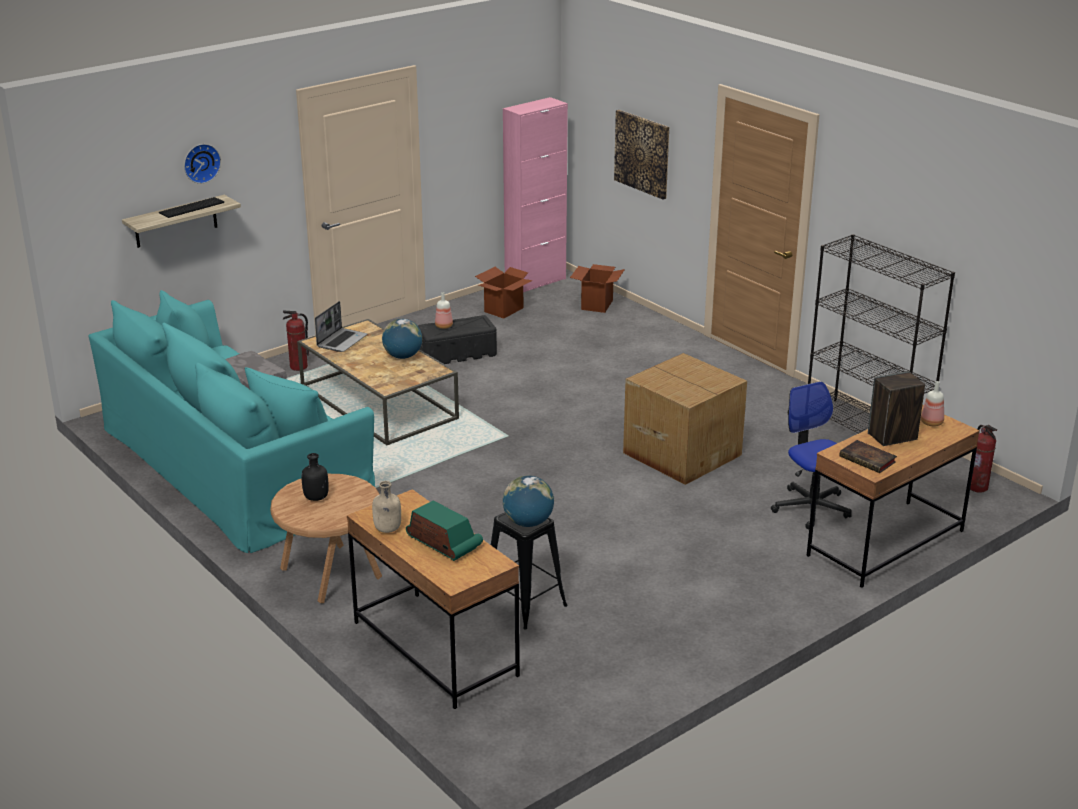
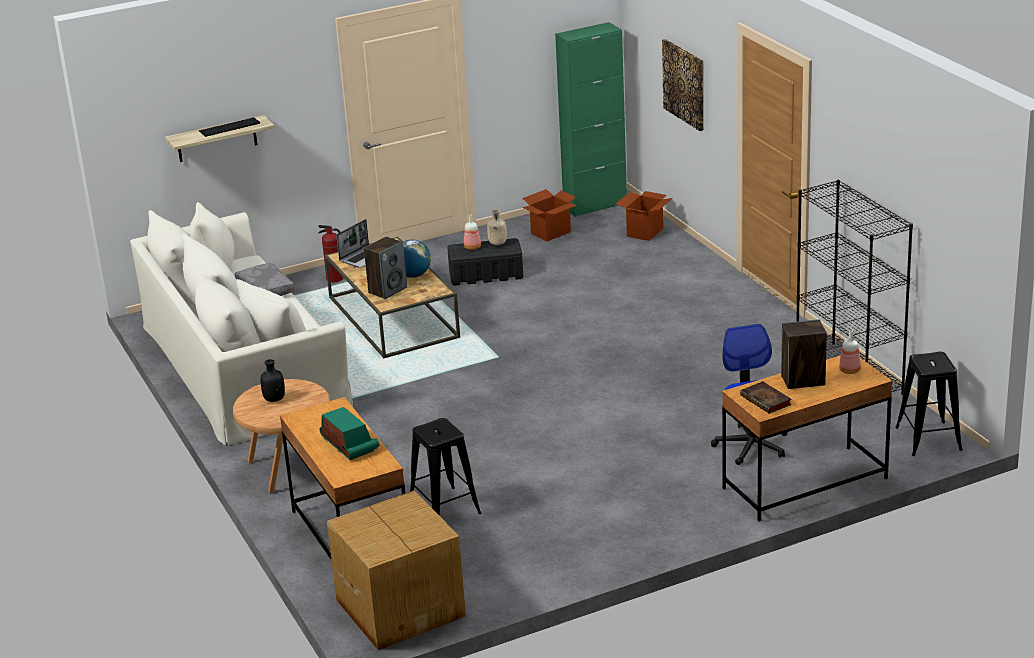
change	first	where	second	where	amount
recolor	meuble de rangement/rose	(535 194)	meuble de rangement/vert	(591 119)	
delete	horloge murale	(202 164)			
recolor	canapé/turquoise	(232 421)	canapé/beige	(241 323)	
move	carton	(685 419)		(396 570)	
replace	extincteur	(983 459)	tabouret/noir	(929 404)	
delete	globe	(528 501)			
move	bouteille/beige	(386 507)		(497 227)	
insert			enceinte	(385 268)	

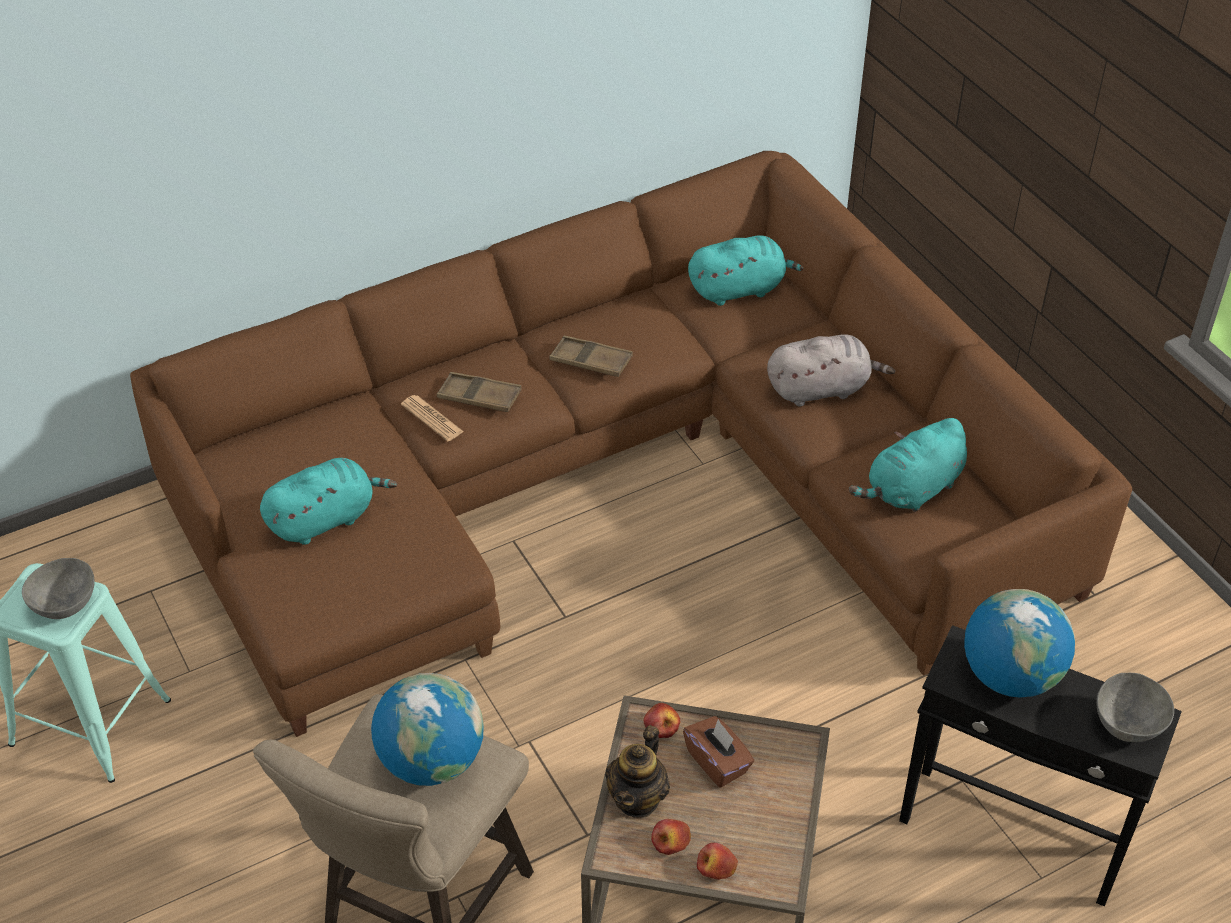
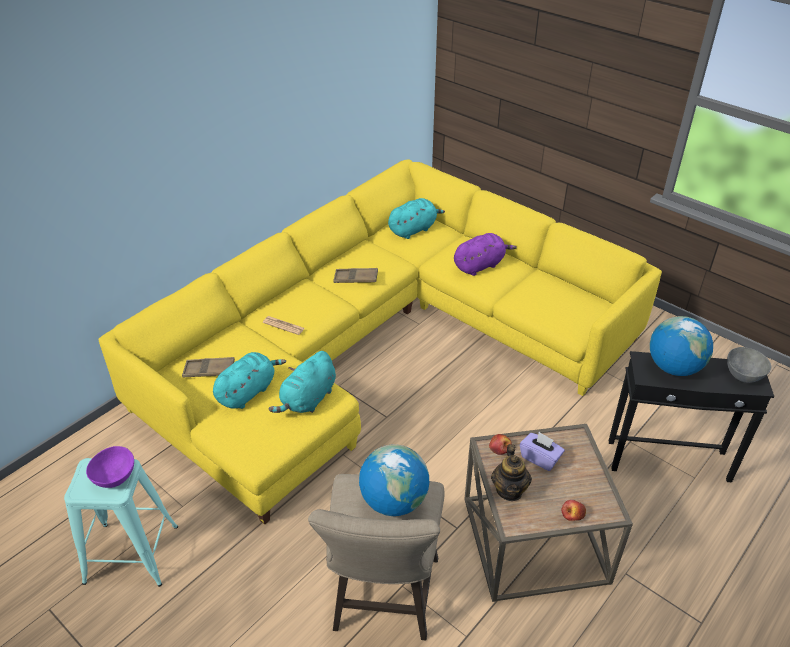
change	first	where	second	where	amount
recolor	canapé/marron	(631 444)	canapé/jaune	(380 342)	
recolor	peluche/gris	(831 370)	peluche/violet	(485 254)	
move	plateau/marron	(479 392)		(208 367)	
move	peluche/turquoise	(908 465)		(302 382)	
recolor	bol/gris	(58 588)	bol/violet	(110 467)	
recolor	boîte à mouchoirs/marron	(718 752)	boîte à mouchoirs/violet	(542 451)	
delete	pomme	(671 837)			

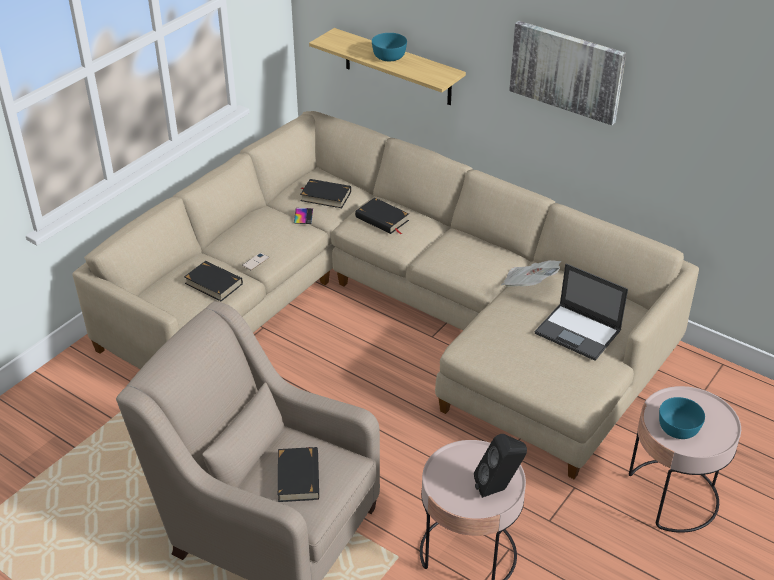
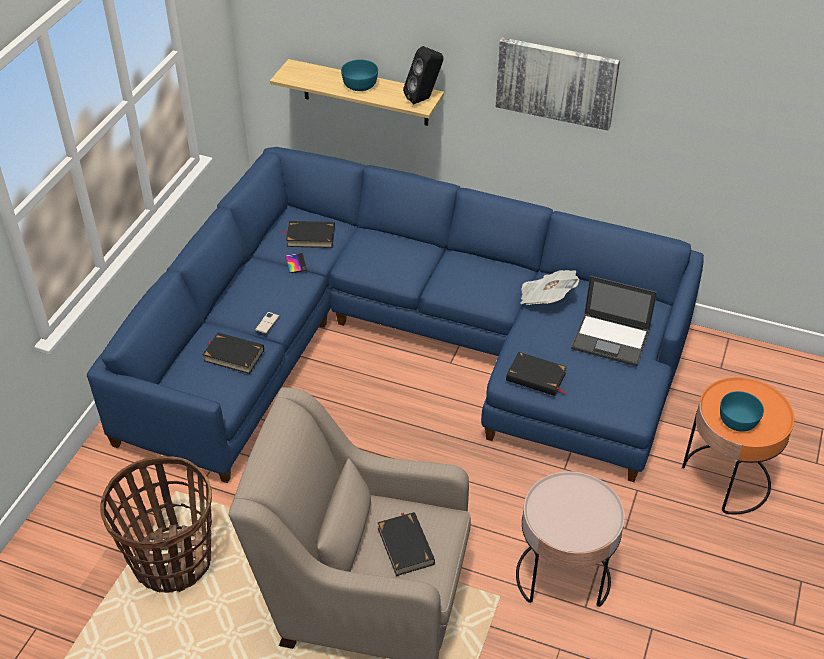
change	first	where	second	where	amount
recolor	canapé/beige	(385 295)	canapé/bleu	(395 315)	
move	livre/noir	(382 216)		(536 374)	
recolor	table d'appoint/rose	(685 459)	table d'appoint/orange	(738 445)	
move	enceinte/noir	(500 466)		(423 75)	
insert			panier	(156 524)	

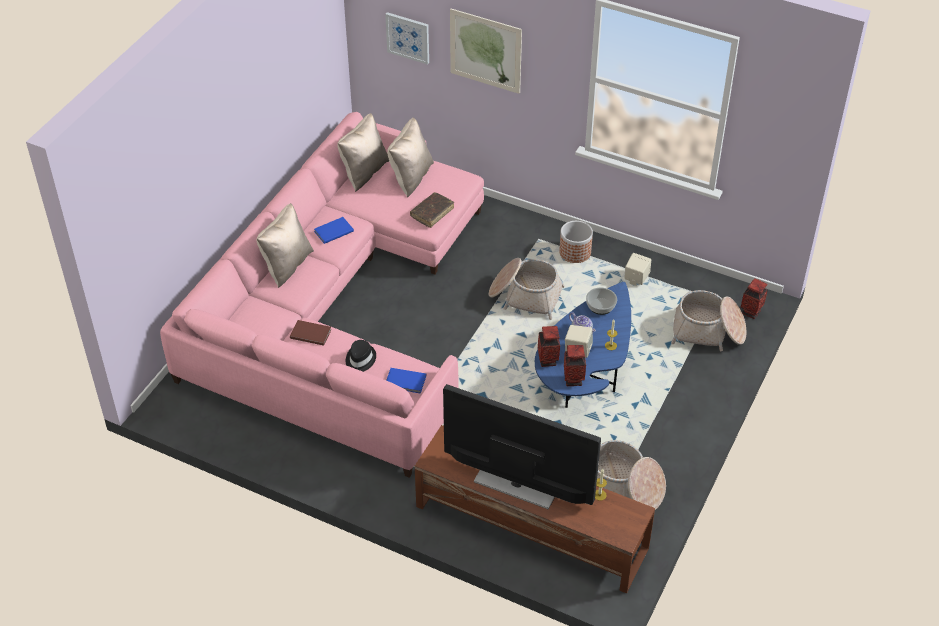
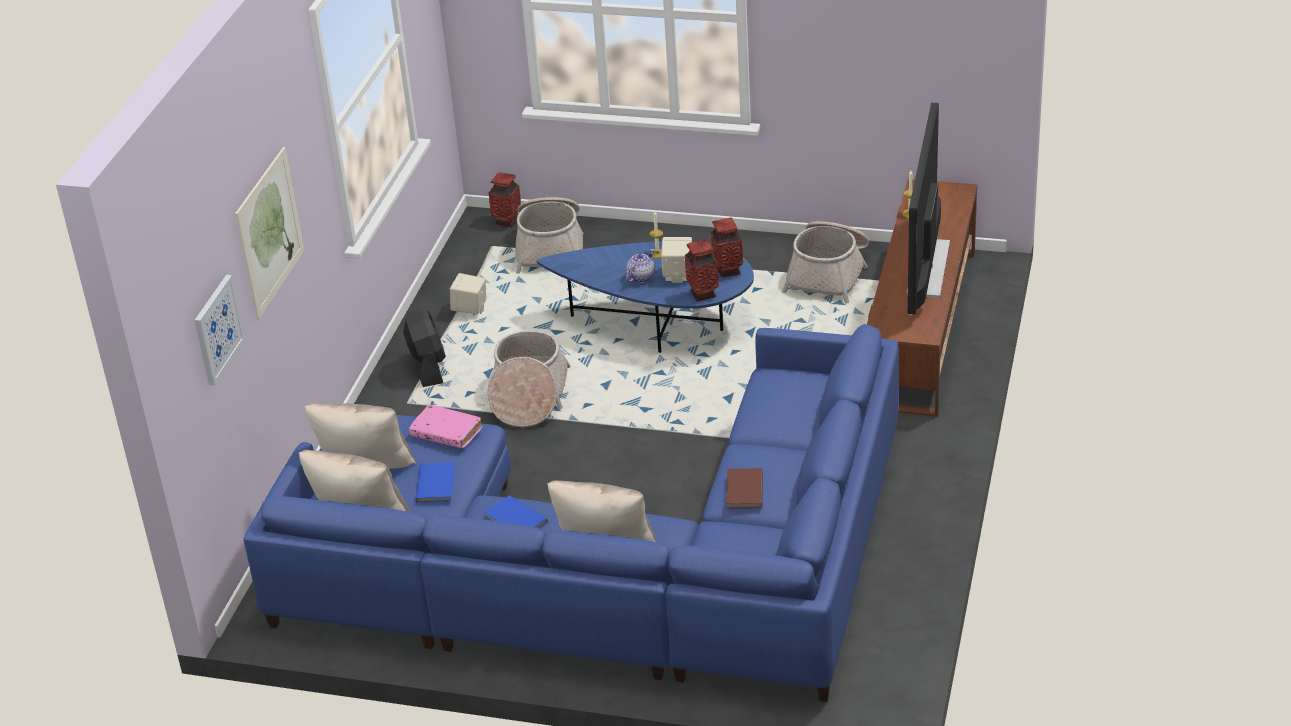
change	first	where	second	where	amount
recolor	canapé/rose	(322 295)	canapé/bleu	(571 513)	
recolor	livre/marron	(432 210)	livre/rose	(446 426)	
replace	cache-pot	(576 242)	ventilateur/noir	(424 348)	
delete	bol	(601 301)			
delete	chapeau/noir	(361 356)			
move	livre/bleu	(406 381)		(435 482)	

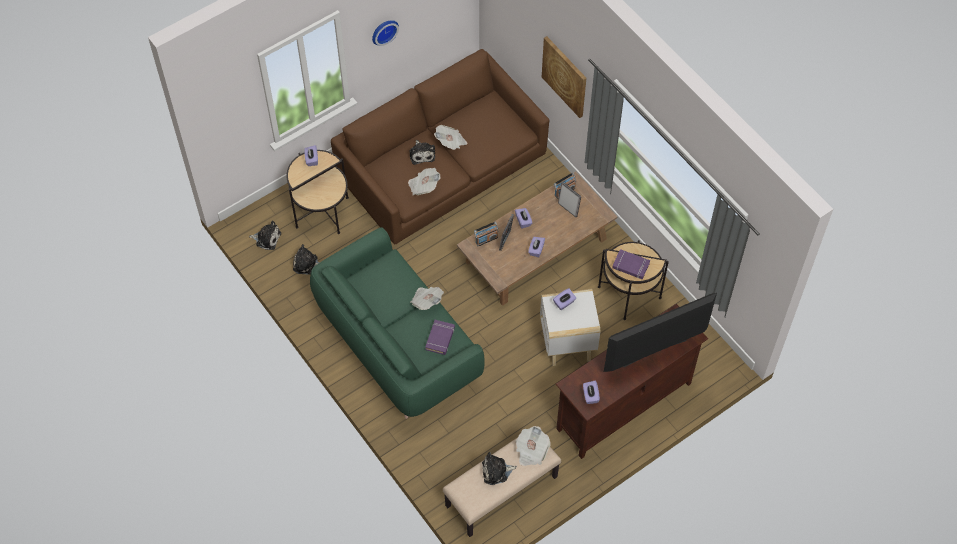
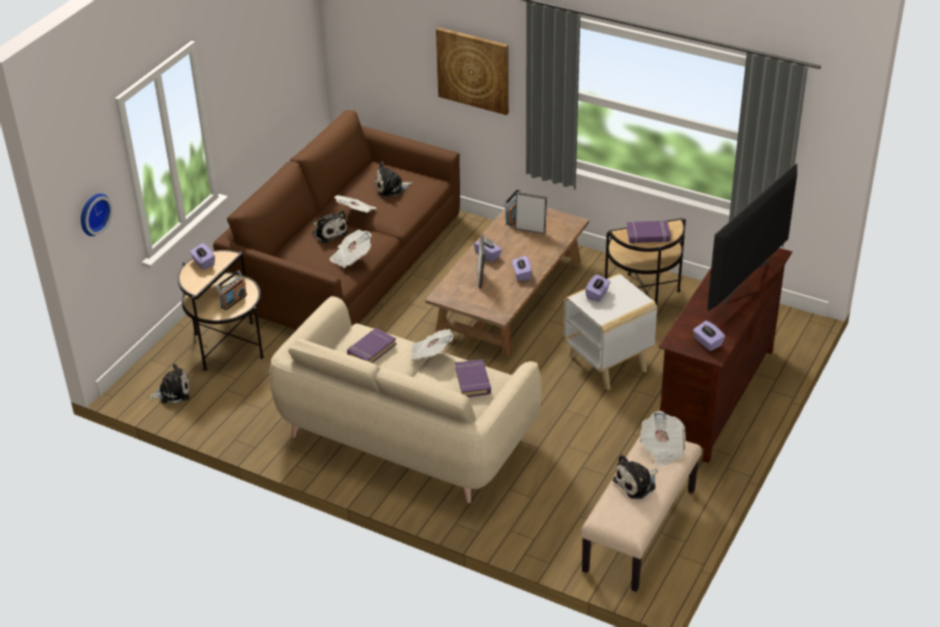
change	first	where	second	where	amount
move	horloge murale	(385 33)		(97 214)	
move	radio	(486 234)		(231 290)	
recolor	canapé/vert	(397 323)	canapé/beige	(405 399)	
move	peluche	(306 259)		(394 179)	
insert			livre/violet	(371 345)	

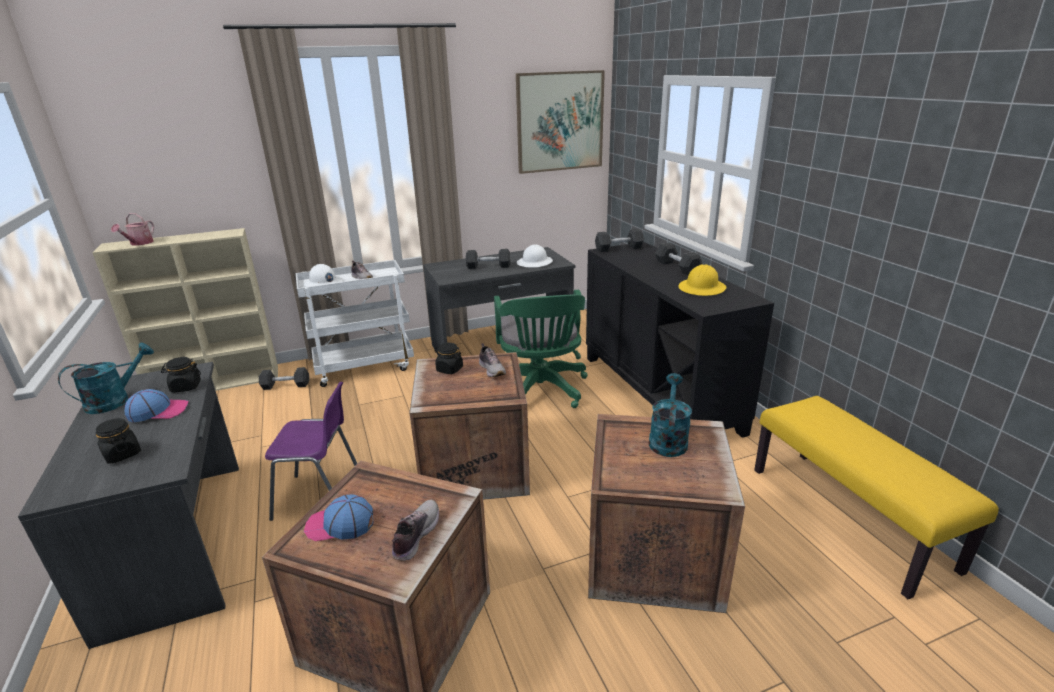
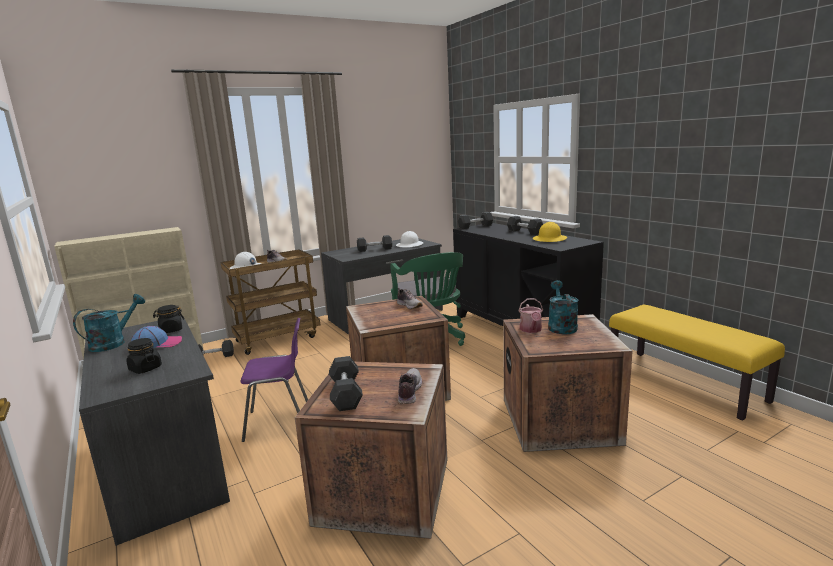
change	first	where	second	where	amount
delete	tableau	(560 122)			
move	arrosoir	(132 229)		(530 315)	
recolor	chariot/blanc	(355 323)	chariot/marron	(270 302)	
delete	bocal/noir	(448 358)			
replace	casquette	(339 517)	haltère/gris	(346 383)	

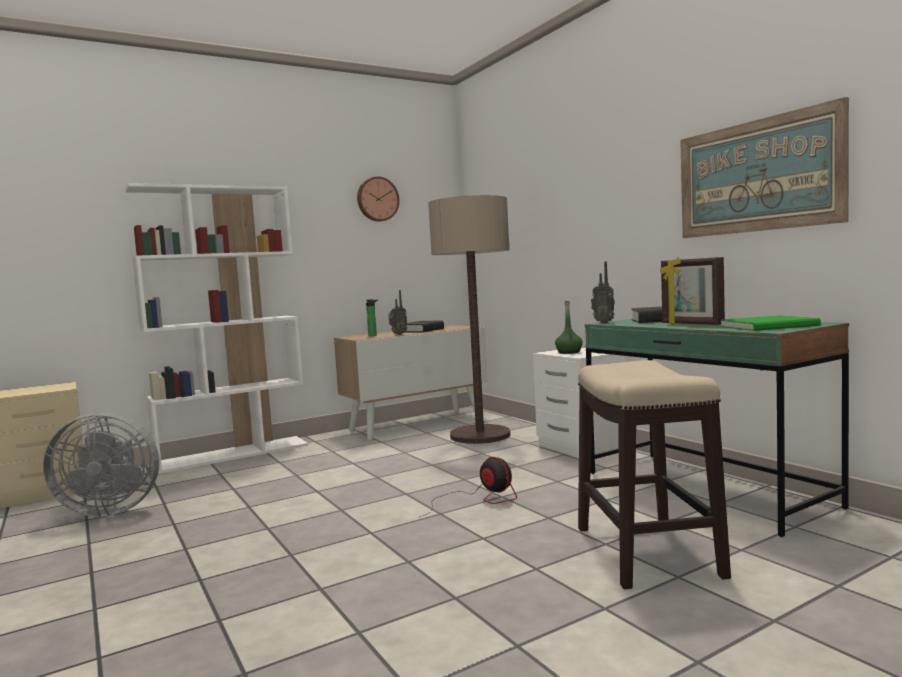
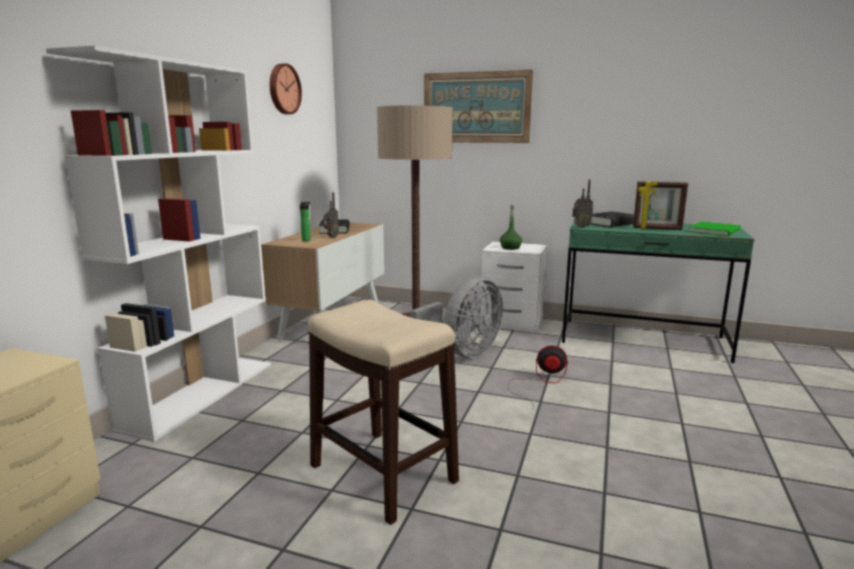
change	first	where	second	where	amount
move	tableau	(764 167)		(478 106)	
move	tabouret	(654 474)		(383 412)	
move	ventilateur/gris	(101 464)		(457 317)	

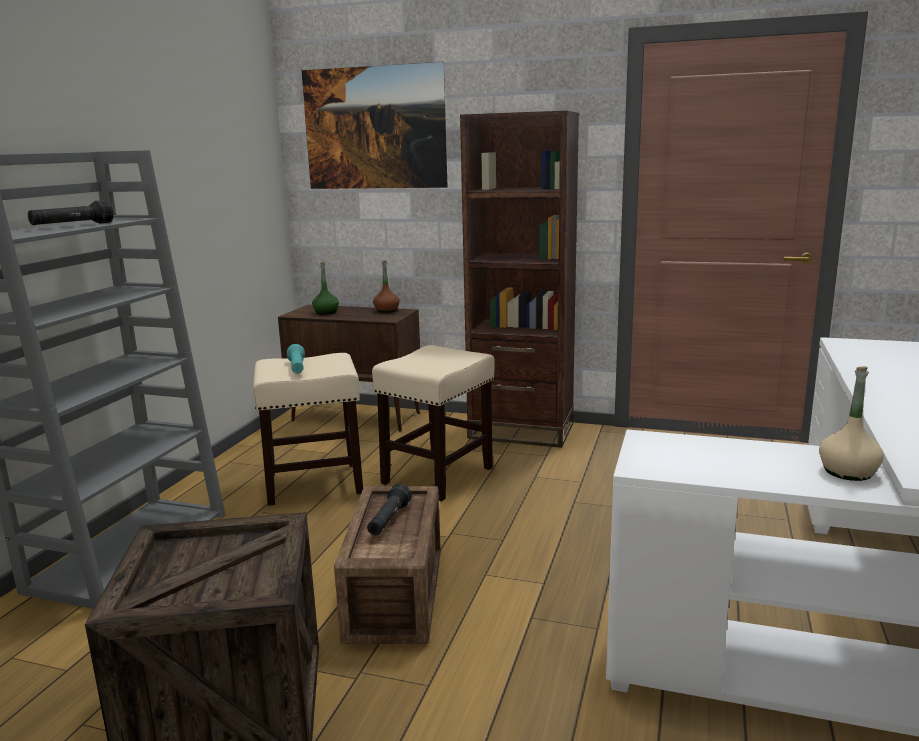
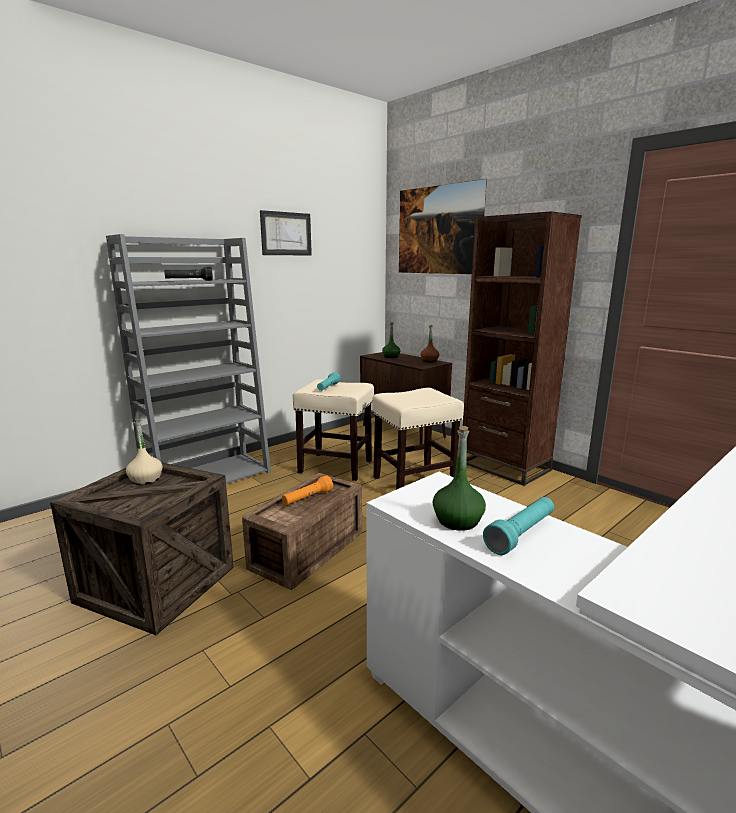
change	first	where	second	where	amount
move	bouteille/beige	(851 424)		(144 452)	
recolor	lampe de poche/noir	(389 509)	lampe de poche/orange	(307 490)	
insert			tableau	(286 232)	
insert			bouteille/vert	(459 478)	
insert			lampe de poche/turquoise	(518 526)	

